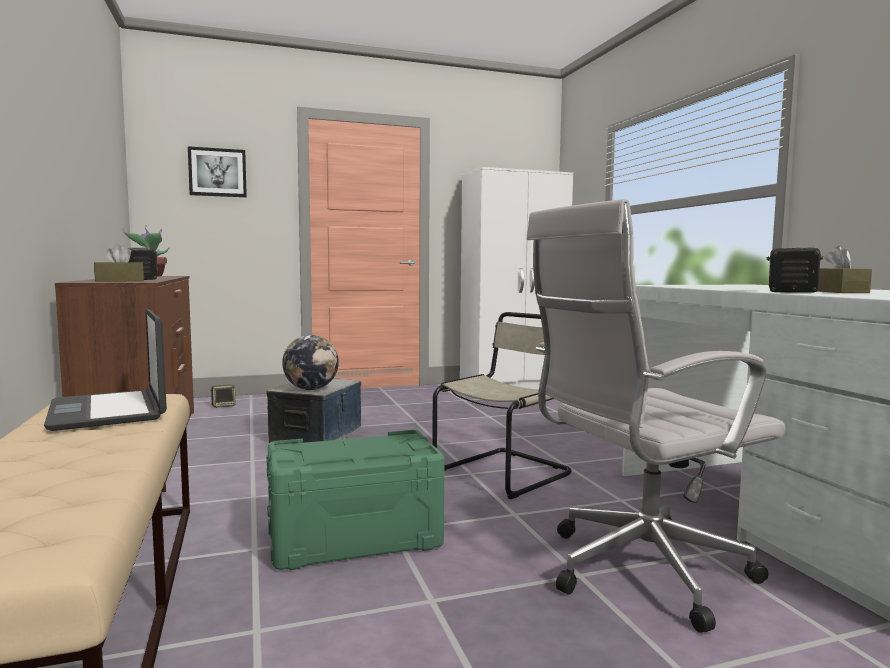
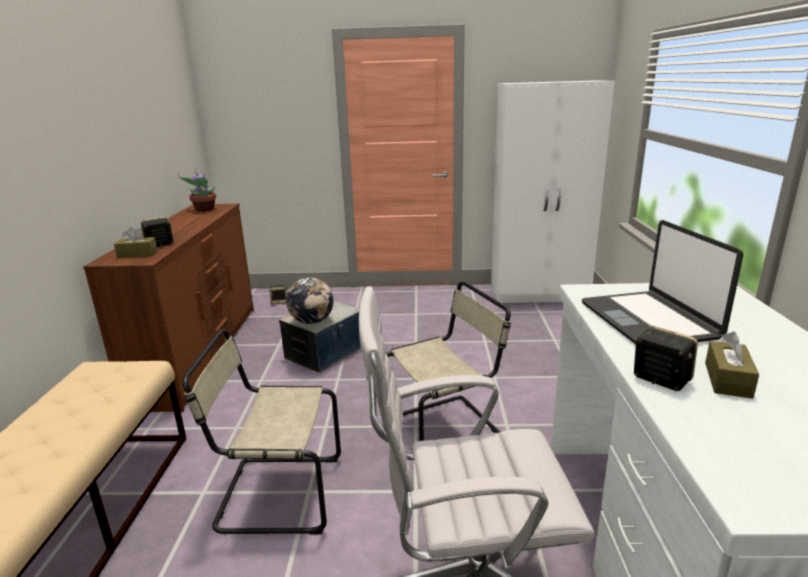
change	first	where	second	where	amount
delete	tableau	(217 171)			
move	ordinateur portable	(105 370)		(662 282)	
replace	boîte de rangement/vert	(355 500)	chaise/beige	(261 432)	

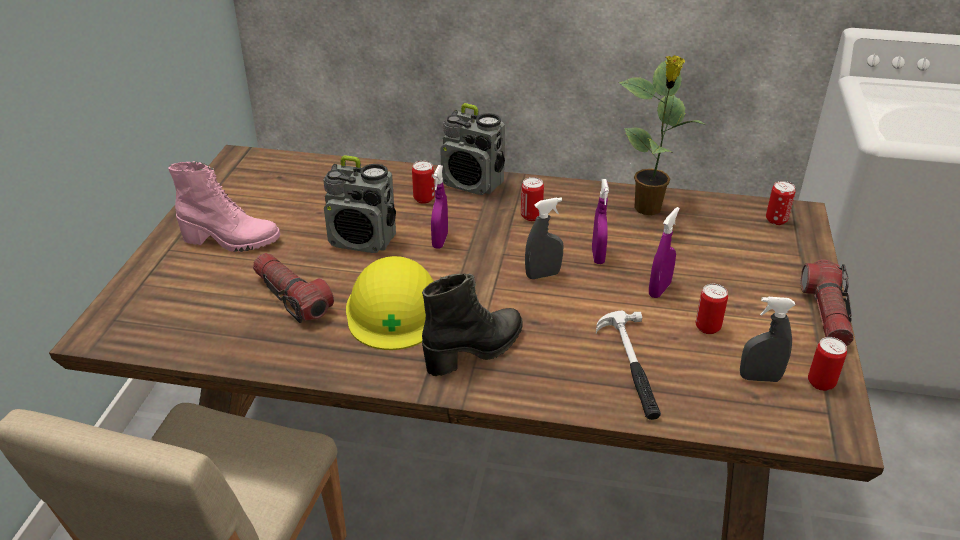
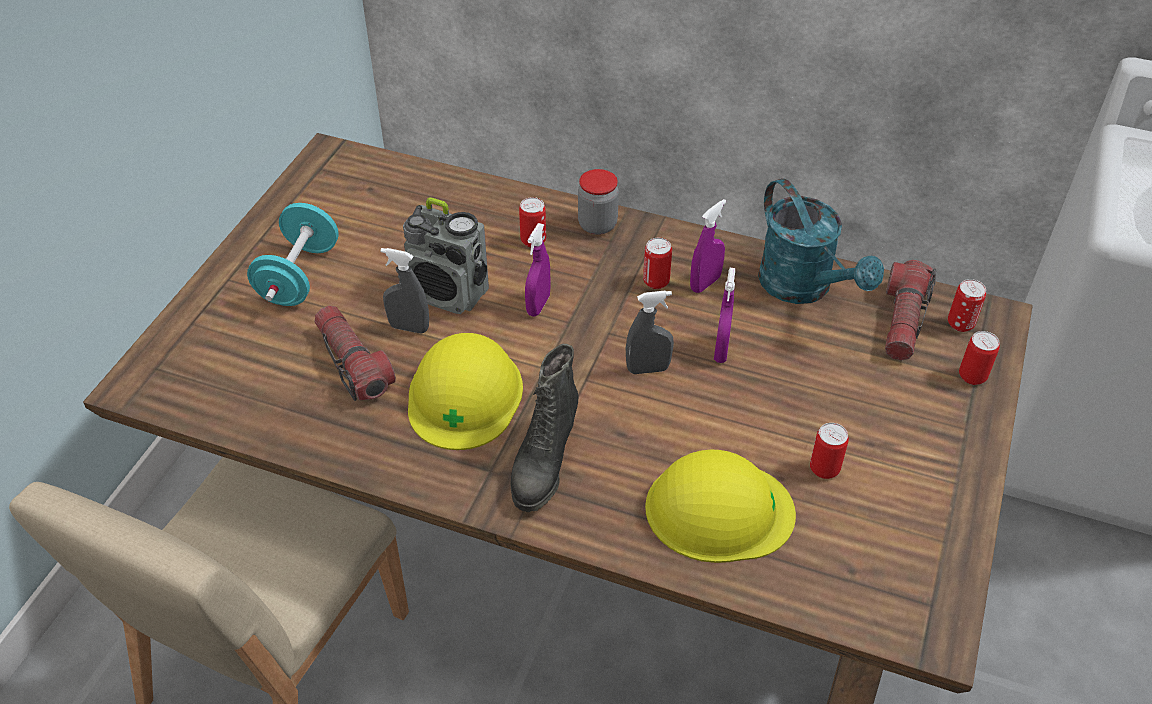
change	first	where	second	where	amount
replace	plante en pot	(663 135)	arrosoir/turquoise	(821 241)	
replace	radio	(472 149)	bocal	(598 202)	
replace	botte/rose	(224 206)	haltère/turquoise	(293 254)	
move	vaporisateur/violet	(664 252)		(708 246)	
move	lampe de poche	(827 302)		(910 310)	
rotate	botte/noir	(472 325)		(544 428)	135 degrees clockwise
move	vaporisateur/gris	(767 339)		(405 291)	
replace	marteau	(628 365)	casque de chantier/jaune	(720 506)	
move	boîte métallique	(827 364)		(979 358)	

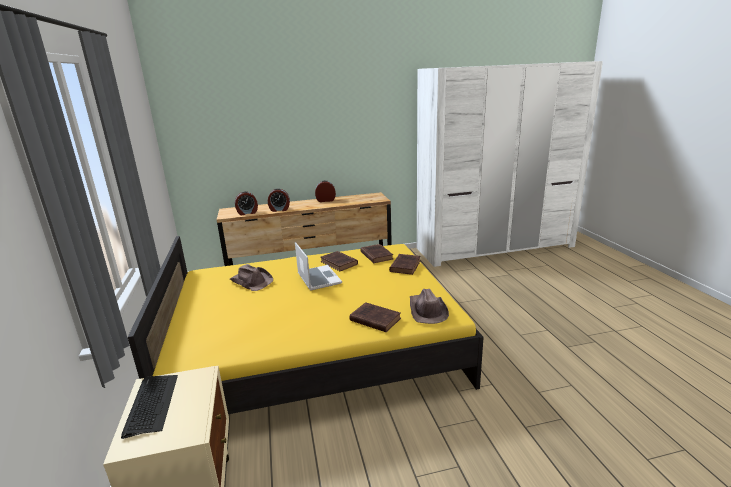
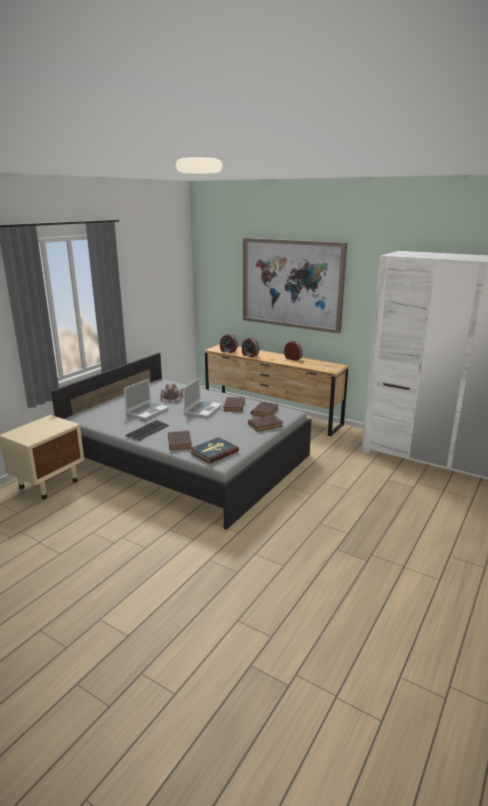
change	first	where	second	where	amount
recolor	lit/jaune	(306 325)	lit/gris	(181 441)	
replace	chapeau/marron	(429 306)	livre	(214 450)	
move	clavier	(149 407)		(147 430)	
insert			tableau	(295 286)	
insert			ordinateur portable	(146 399)	

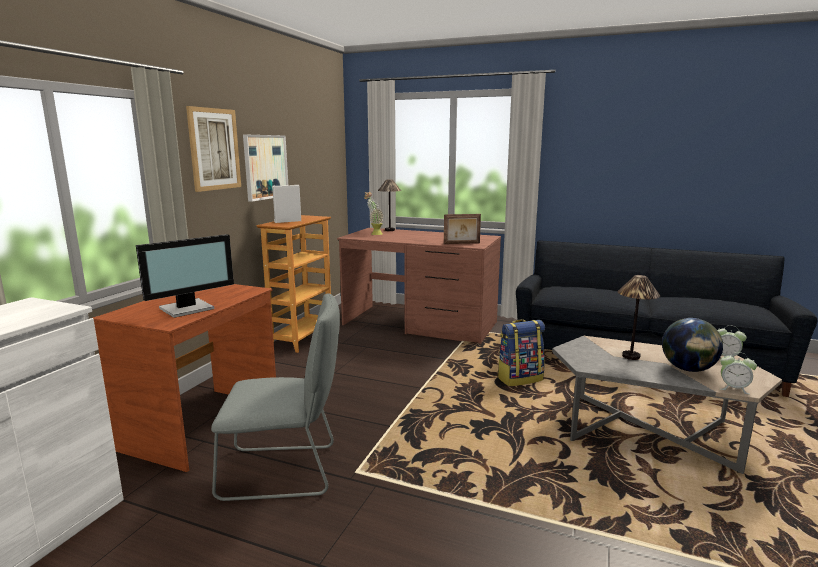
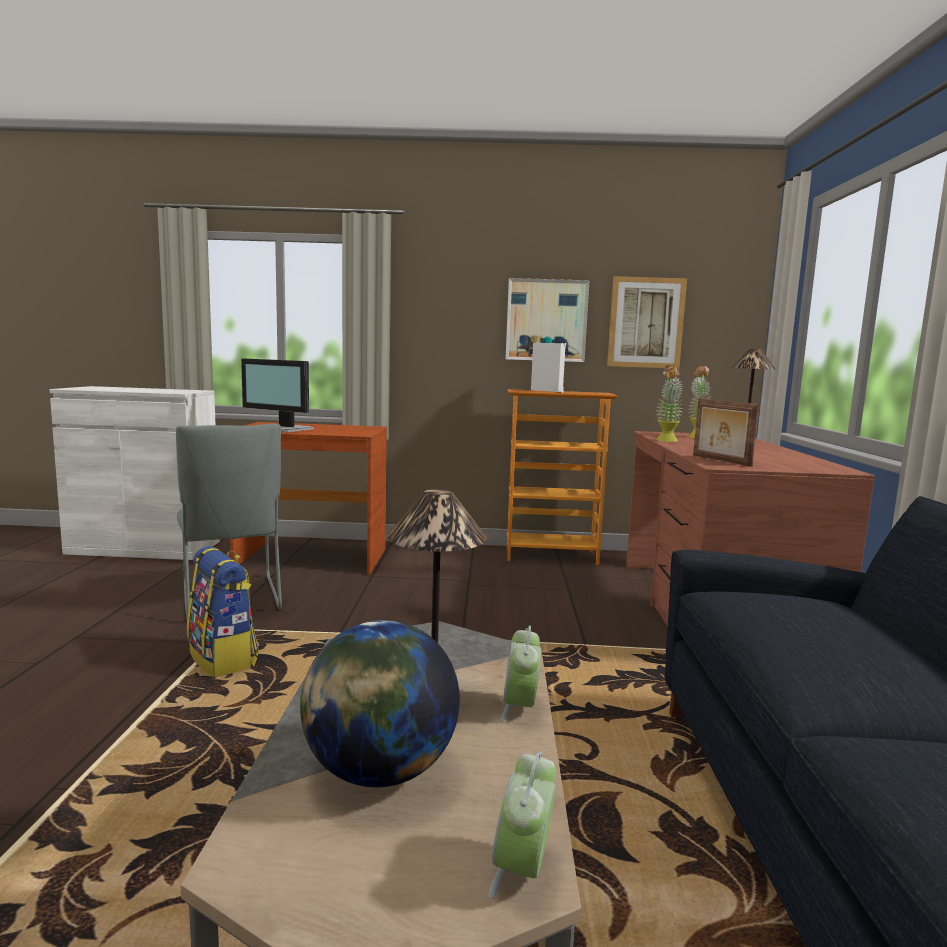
change	first	where	second	where	amount
move	tableau	(213 149)		(647 322)	
move	sac à dos	(521 352)		(223 612)	
move	réveil	(738 373)		(521 674)	
insert			plante en pot	(670 403)	

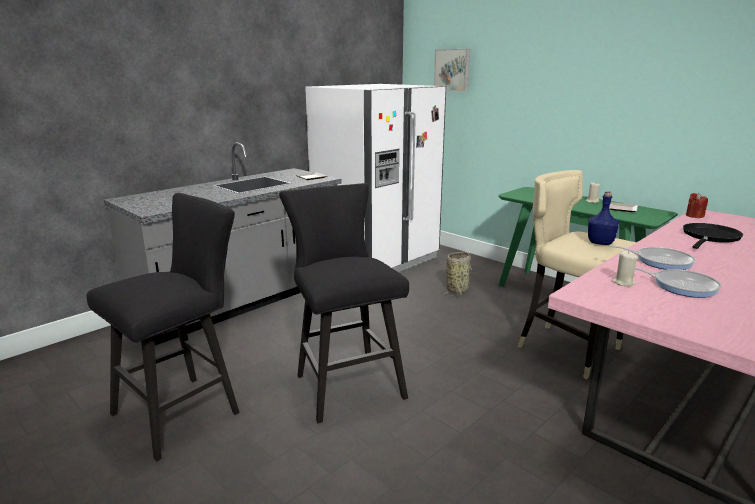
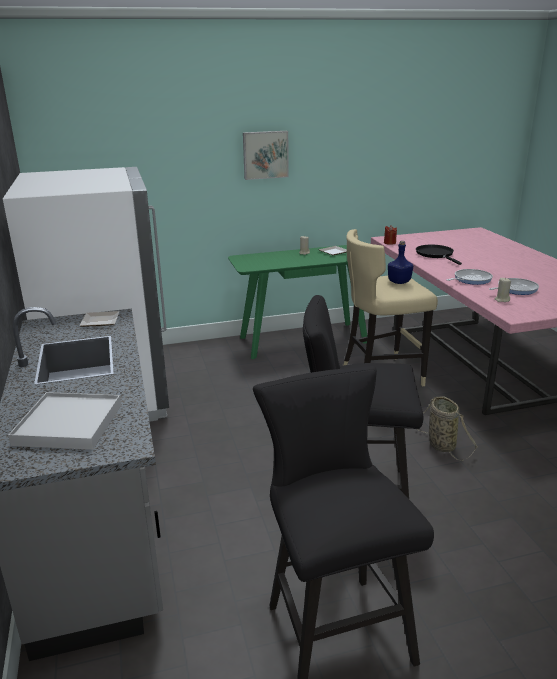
change	first	where	second	where	amount
move	tableau	(452 70)		(266 155)	
move	panier	(459 274)		(447 428)	
insert			plateau/blanc	(64 421)	

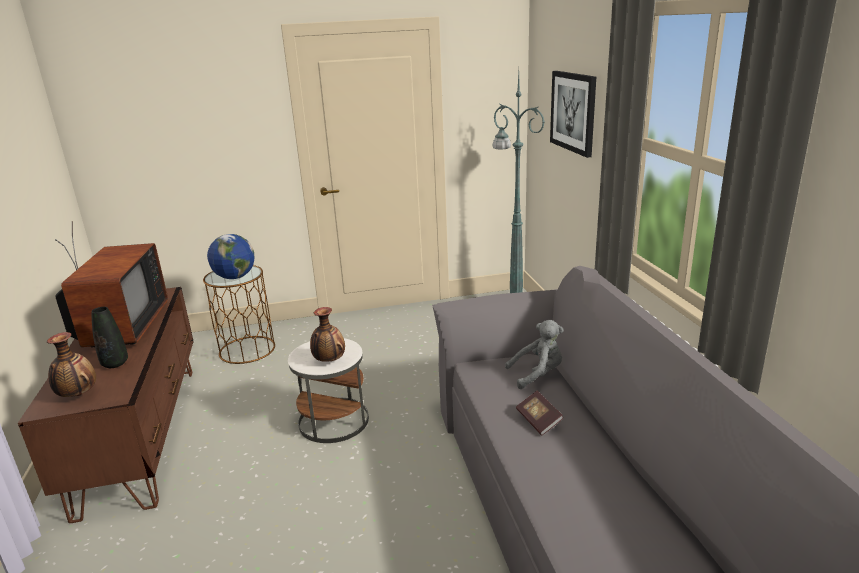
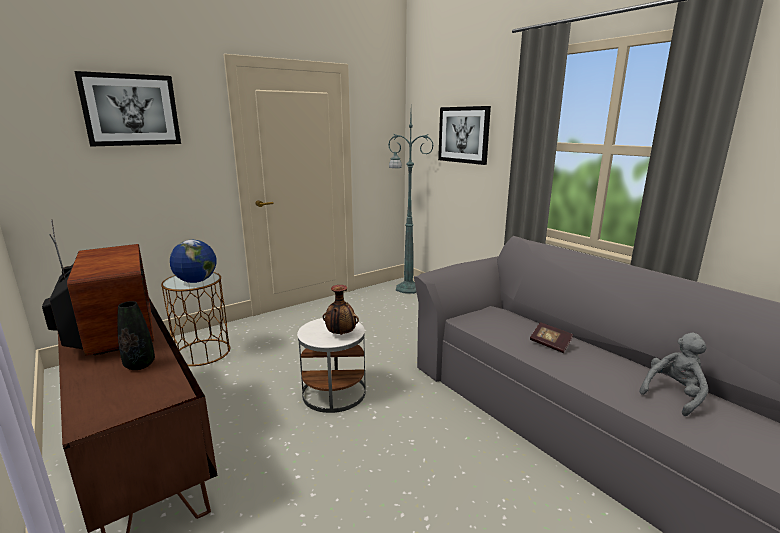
change	first	where	second	where	amount
move	peluche/gris	(534 354)		(674 374)	
delete	vase	(71 364)			
insert			tableau	(127 109)	

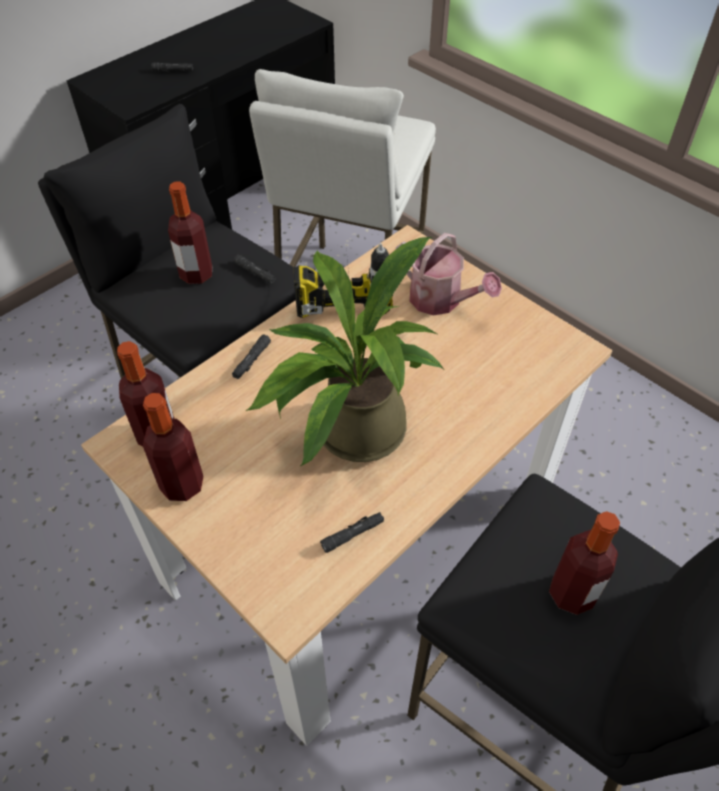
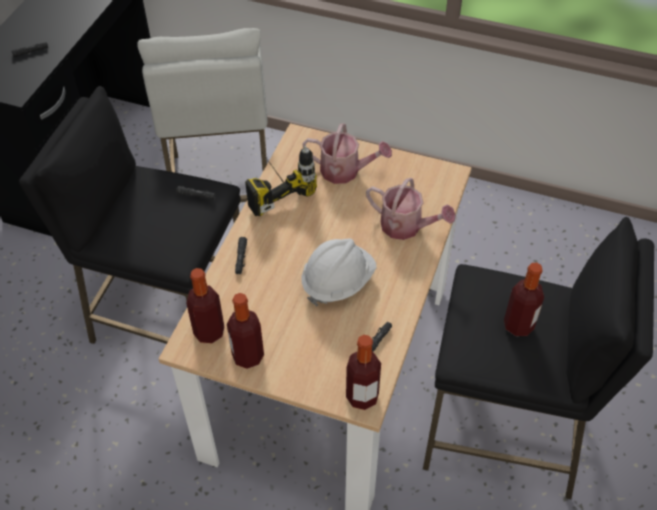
change	first	where	second	where	amount
move	bouteille	(190 232)		(363 372)	
replace	plante en pot	(344 351)	casque de chantier/blanc	(339 272)	
insert			arrosoir	(411 209)	

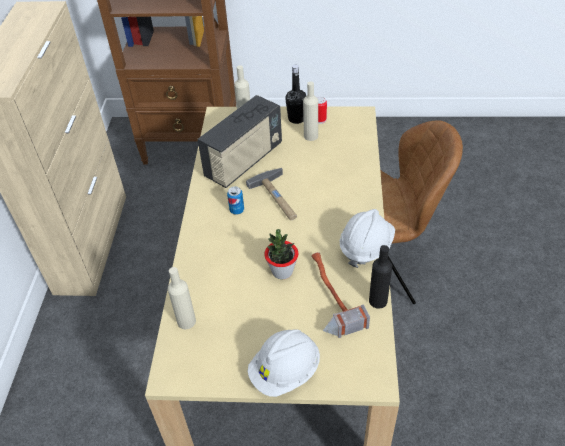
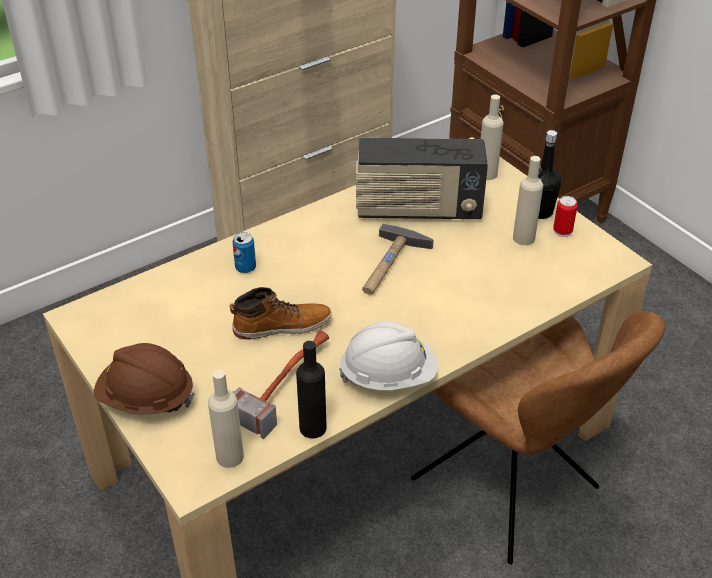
change	first	where	second	where	amount
move	boîte métallique	(235 200)		(244 252)	
replace	plante en pot	(281 254)	botte	(280 313)	
move	bouteille/beige	(182 298)		(226 418)	
recolor	casque de chantier/blanc	(284 363)	casque de chantier/marron	(144 379)	

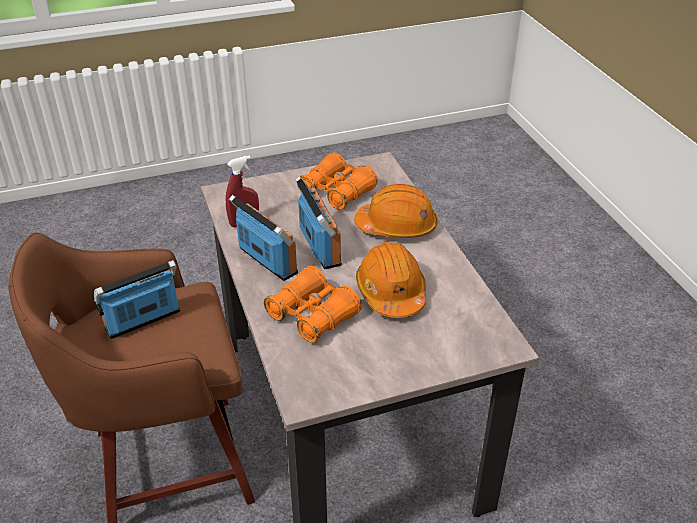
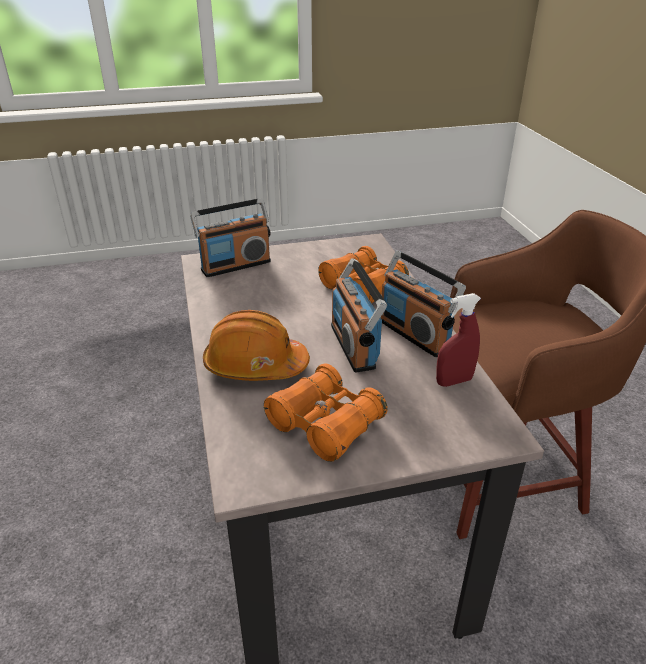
change	first	where	second	where	amount
delete	casque de chantier/orange	(391 280)			
move	radio	(137 299)		(230 237)	

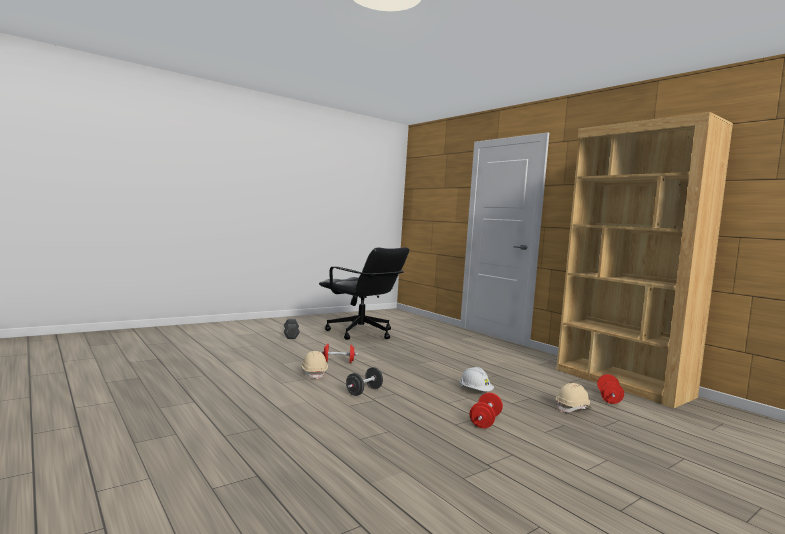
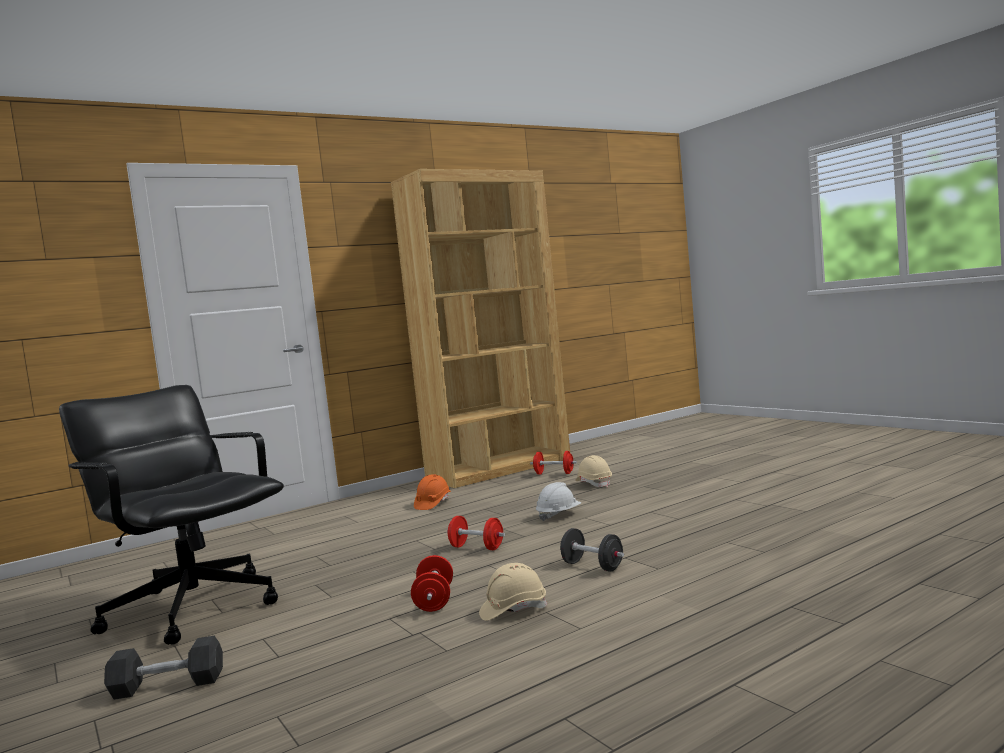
change	first	where	second	where	amount
rotate	chaise de bureau/noir	(364 293)		(171 515)	90 degrees counterclockwise
move	haltère/rouge	(486 410)		(476 533)	
insert			casque de chantier/orange	(432 492)	

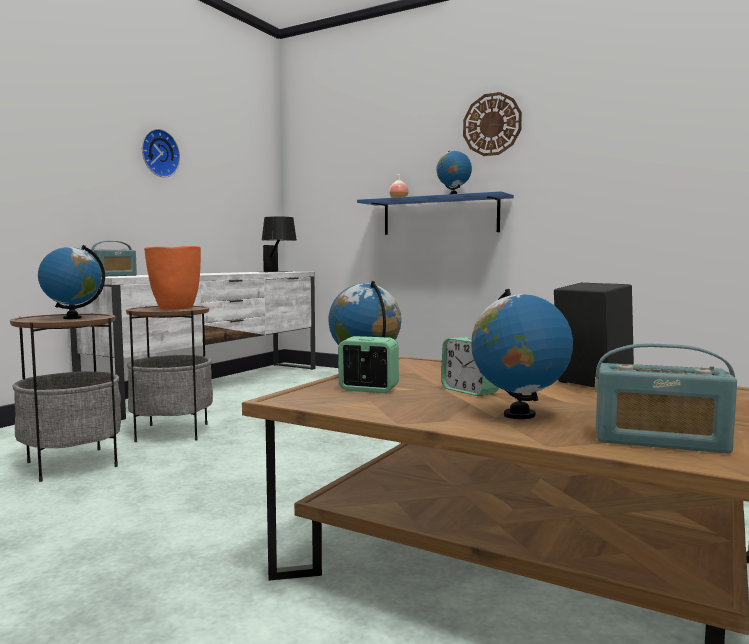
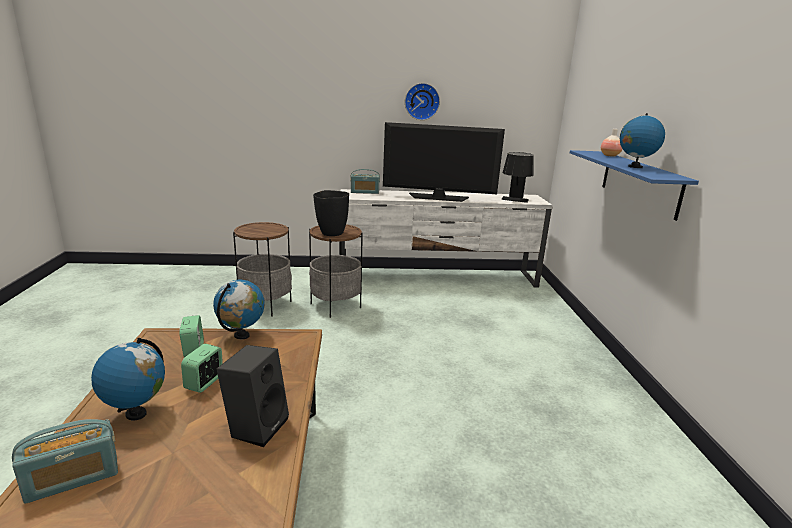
change	first	where	second	where	amount
delete	horloge murale	(492 124)			
delete	globe	(71 282)			
recolor	vase/orange	(172 278)	vase/noir	(331 213)	
rotate	radio	(666 399)		(65 461)	105 degrees counterclockwise
insert			téléviseur	(444 162)	

